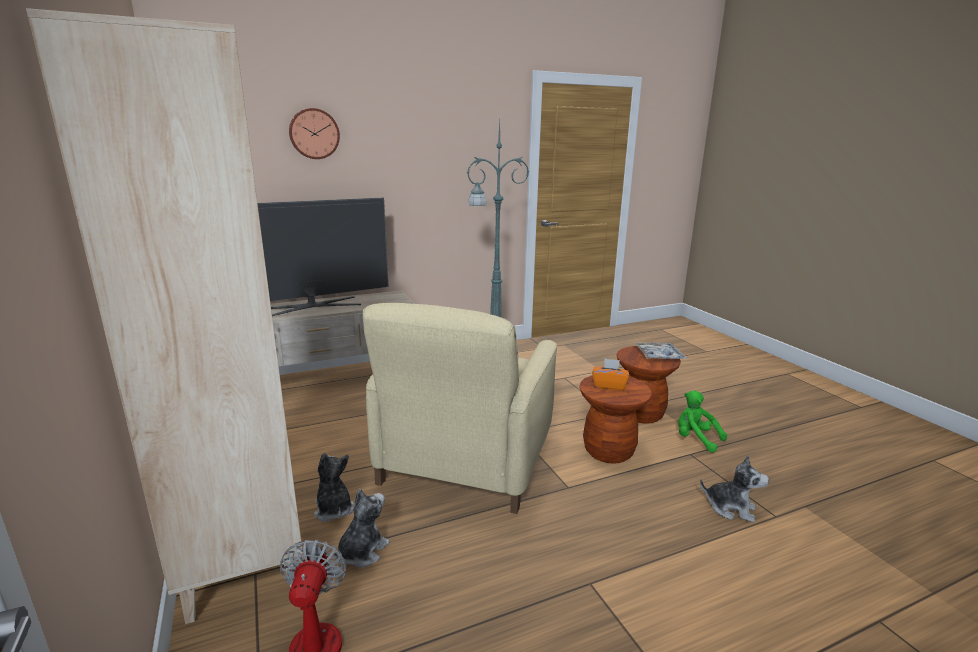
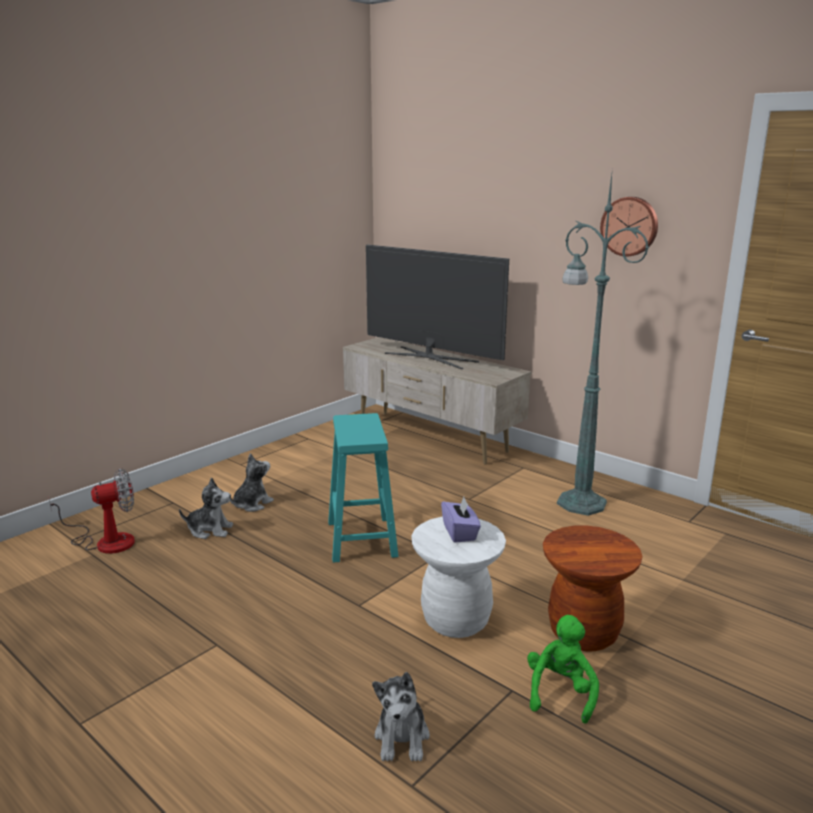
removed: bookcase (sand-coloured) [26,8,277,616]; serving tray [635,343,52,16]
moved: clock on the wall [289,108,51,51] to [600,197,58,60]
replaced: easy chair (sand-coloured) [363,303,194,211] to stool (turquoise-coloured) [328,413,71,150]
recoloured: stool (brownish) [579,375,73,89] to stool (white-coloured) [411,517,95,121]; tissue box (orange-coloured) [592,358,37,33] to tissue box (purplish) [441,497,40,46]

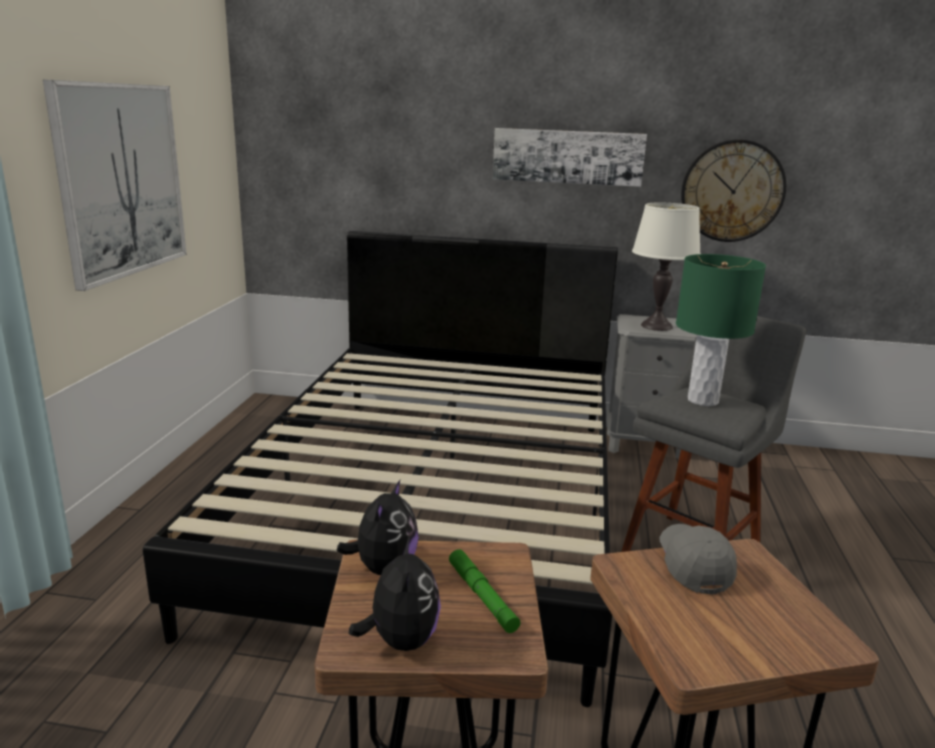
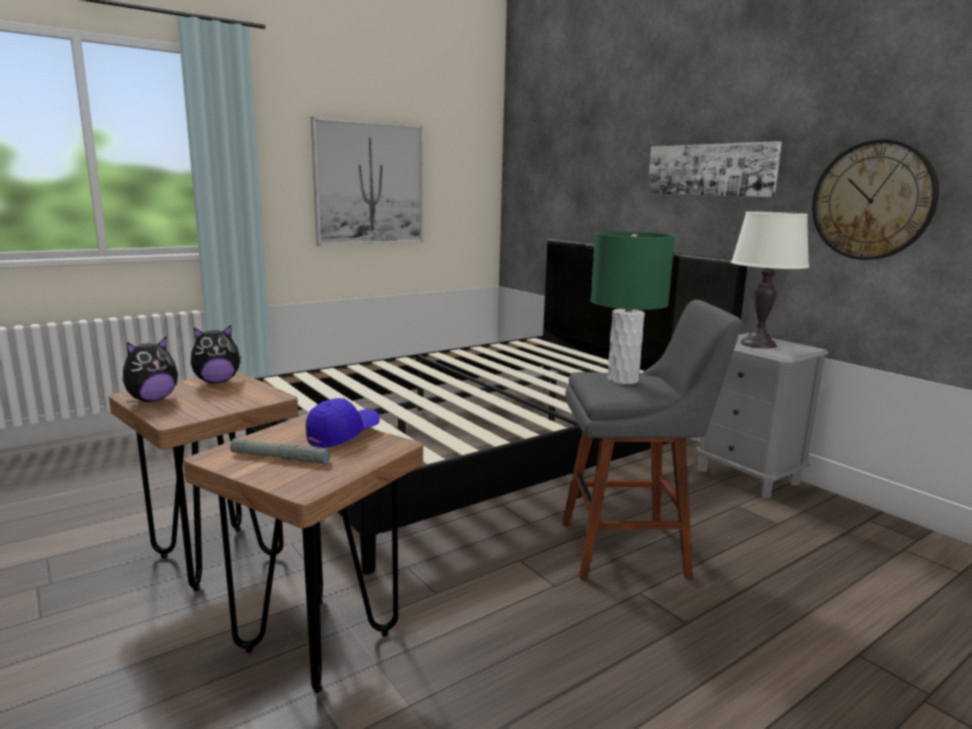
removed: hand torch (green-coloured) [449,549,71,84]
added: hand torch (gray) [230,438,100,26]
recoloured: peaked cap (gray) [659,524,78,70] to peaked cap (bluish) [306,398,74,50]

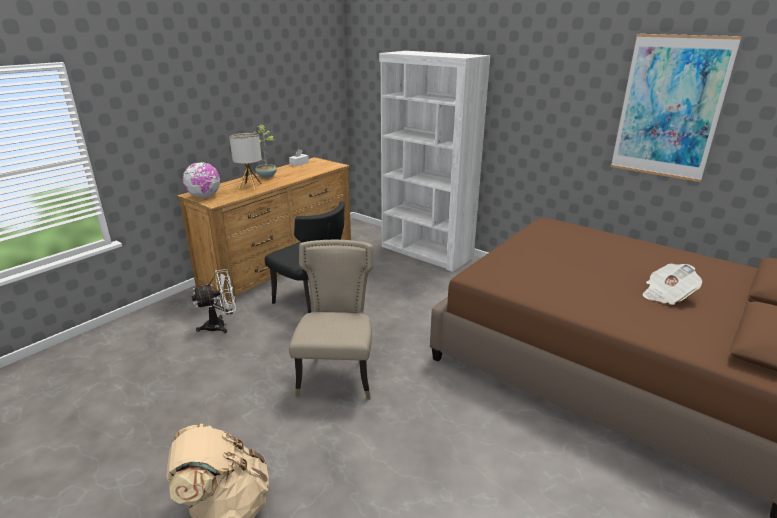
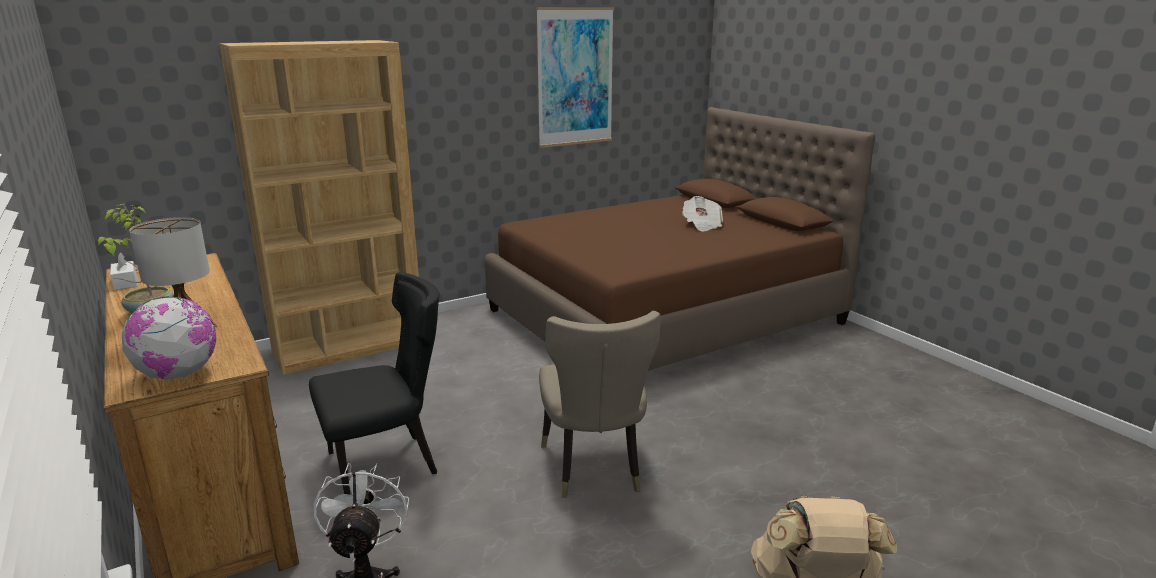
recoloured: bookcase (white-coloured) [379,51,111,221] to bookcase (brownish) [220,40,199,335]
turned: chair (sand-coloured) [289,240,85,160] = [539,311,122,187] 120 degrees counterclockwise

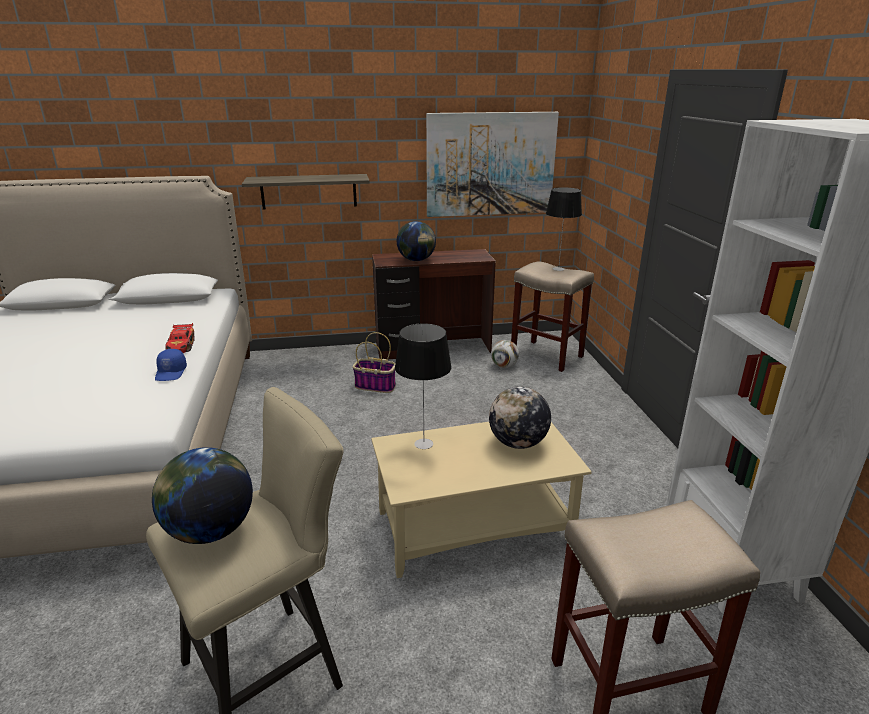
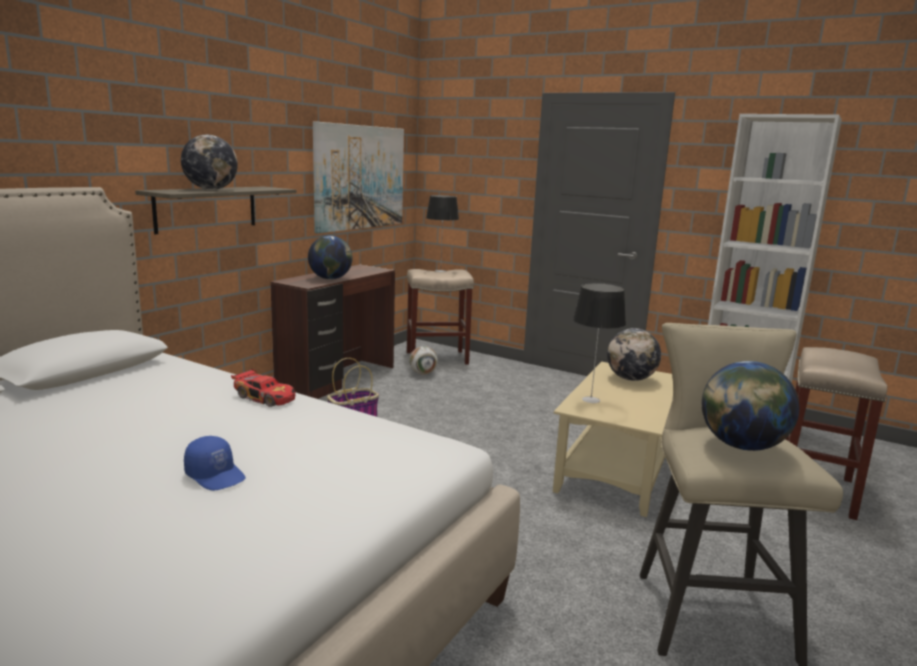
added: world globe [181,135,57,55]
moved: peaked cap (bluish) [155,349,32,32] to [184,436,62,55]

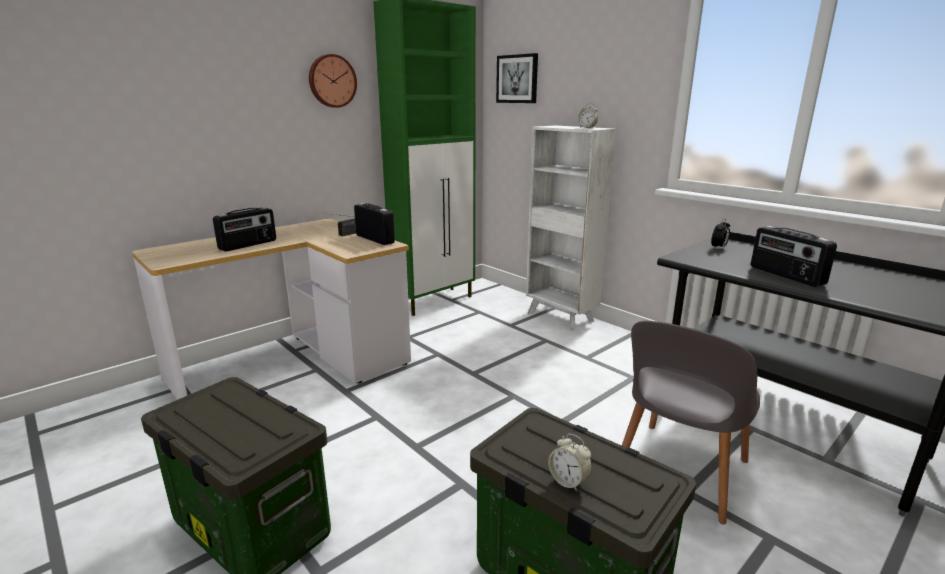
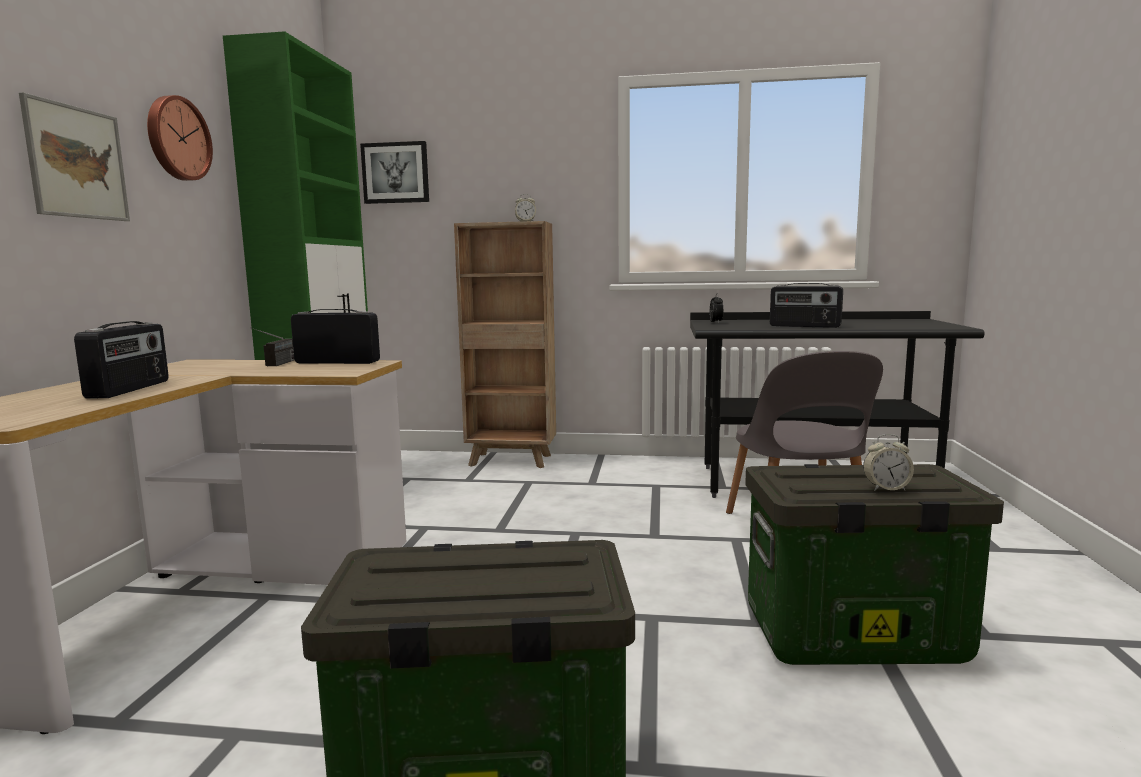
added: wall picture [19,92,111,129]
recoloured: bookcase (white-coloured) [526,125,90,206] to bookcase (brownish) [454,221,102,247]

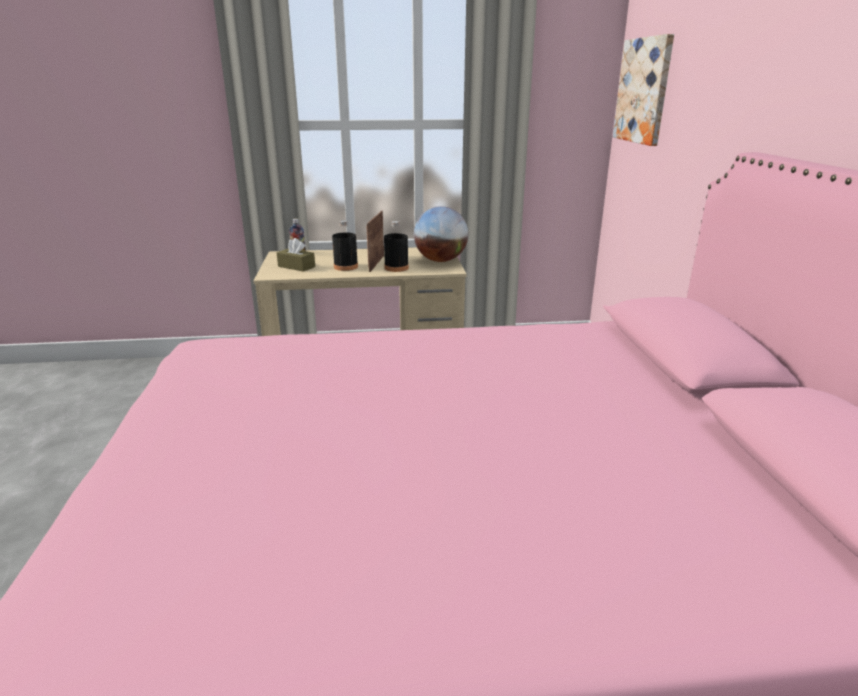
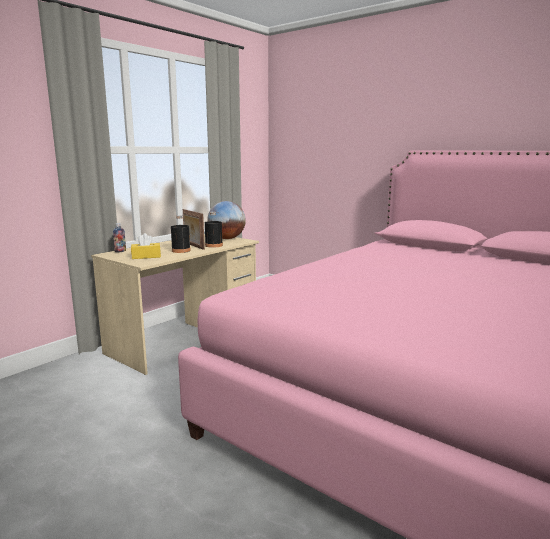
removed: wall picture [613,34,61,112]
recoloured: tissue box (brownish) [277,238,38,34] to tissue box (yellow) [131,233,30,26]

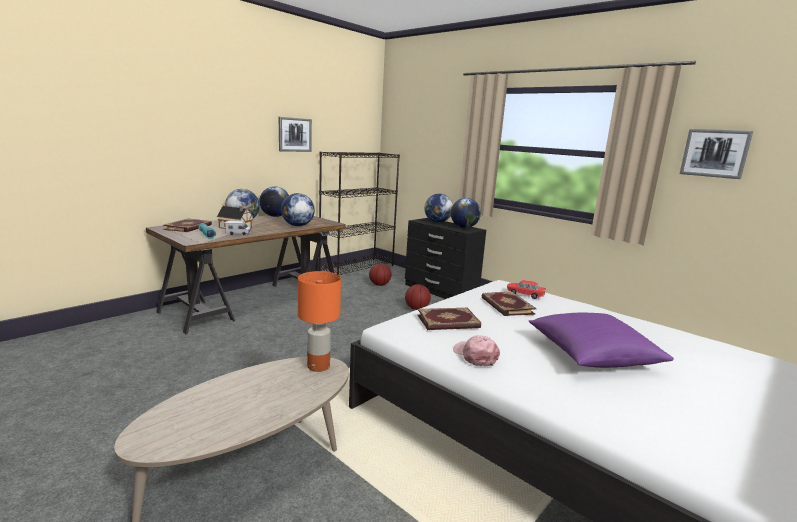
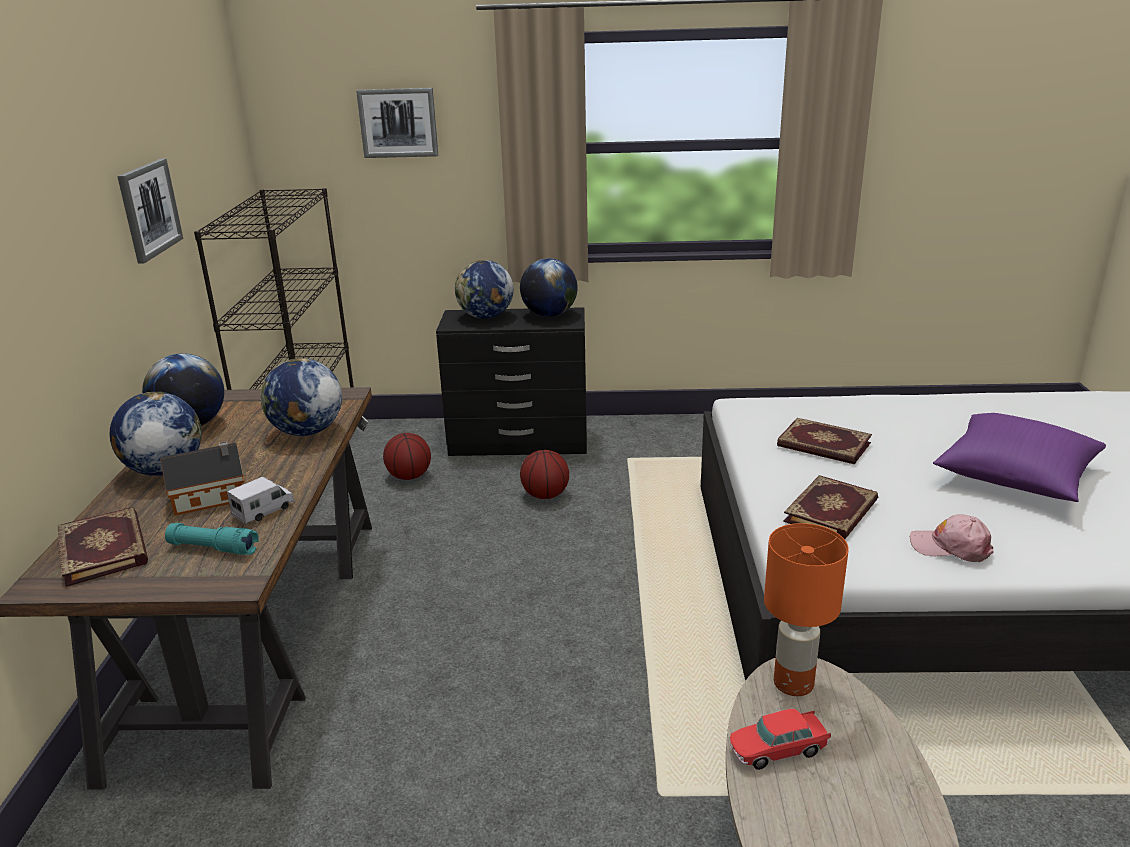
moved: wall picture [680,129,73,50] to [356,88,82,70]; model car [507,280,39,19] to [729,709,102,61]

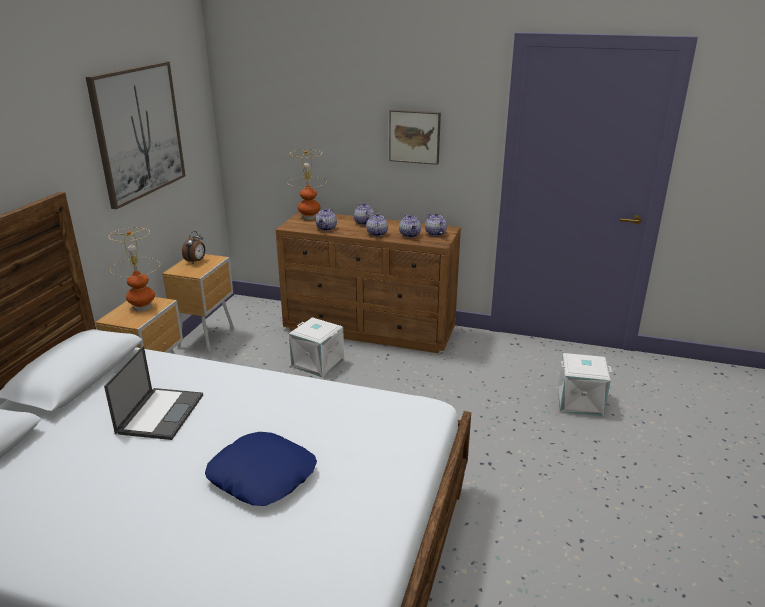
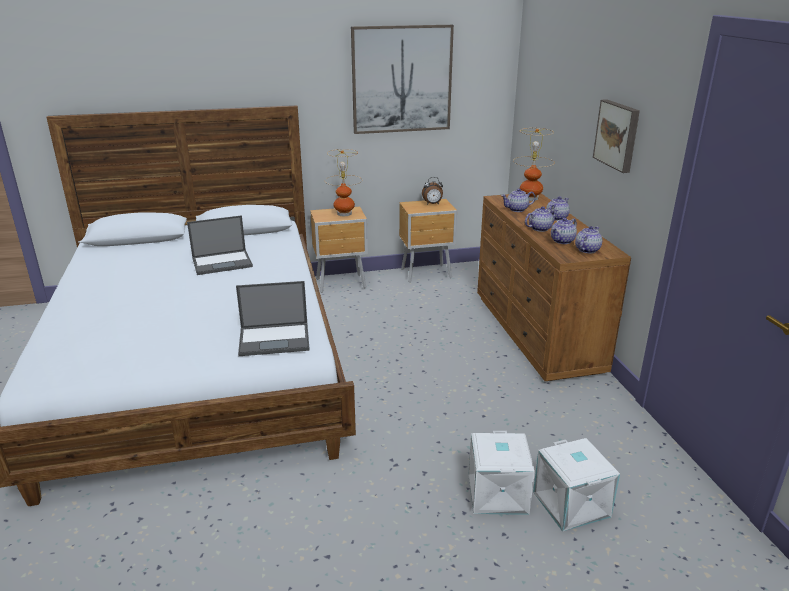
removed: cushion (bluish) [205,432,112,74]
added: notebook computer [236,281,74,75]
moved: storage container (white-coloured) [289,317,55,60] to [468,431,67,84]

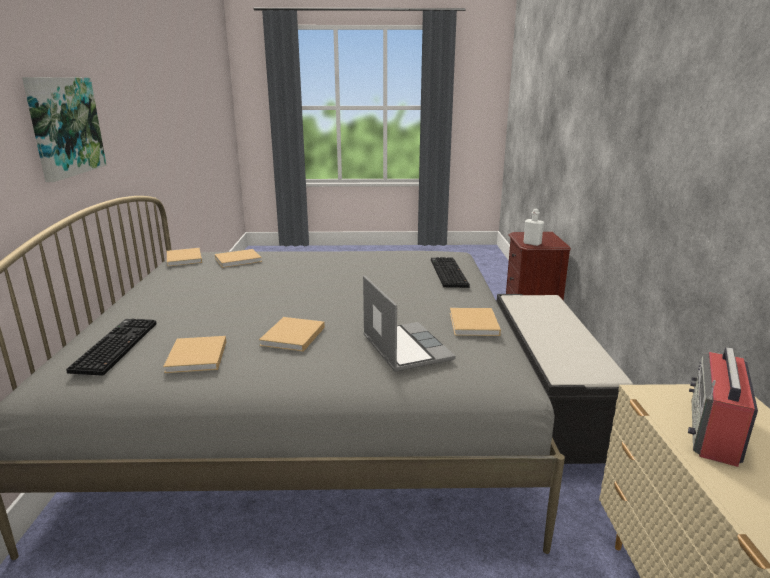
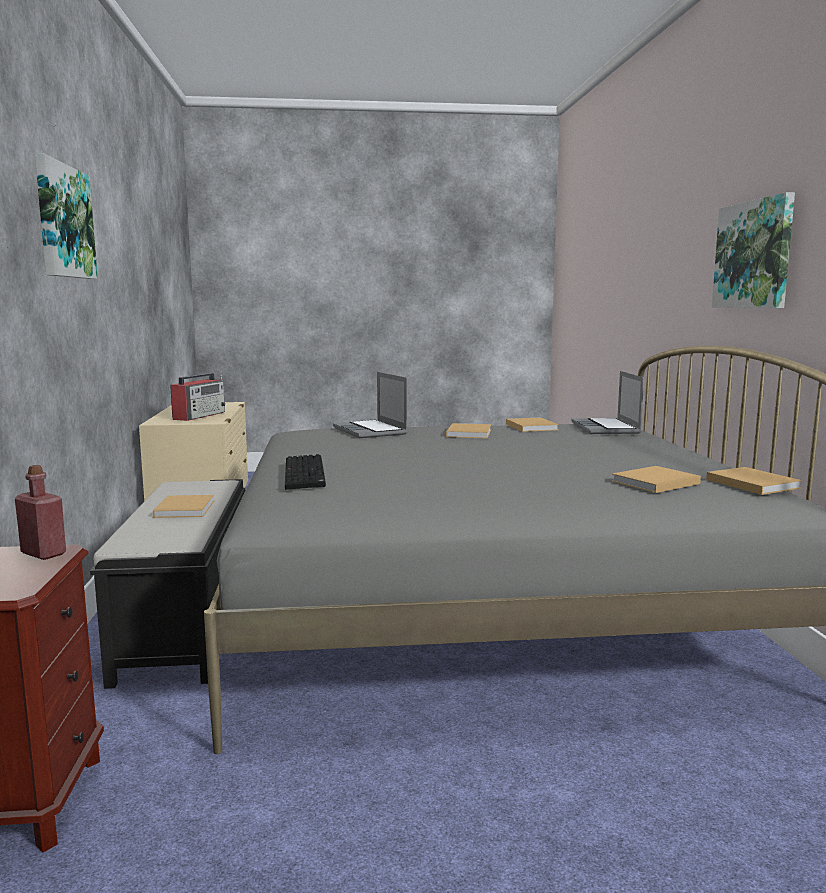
added: wall picture [35,153,63,126]
moved: volume (sand-coloured) [450,308,51,28] to [153,495,61,23]
replaced: computer keyboard [66,319,90,57] to notebook computer [571,371,73,63]
recoloured: beverage bottle (white-coloured) [524,209,20,37] to beverage bottle (red-coloured) [15,465,51,95]

